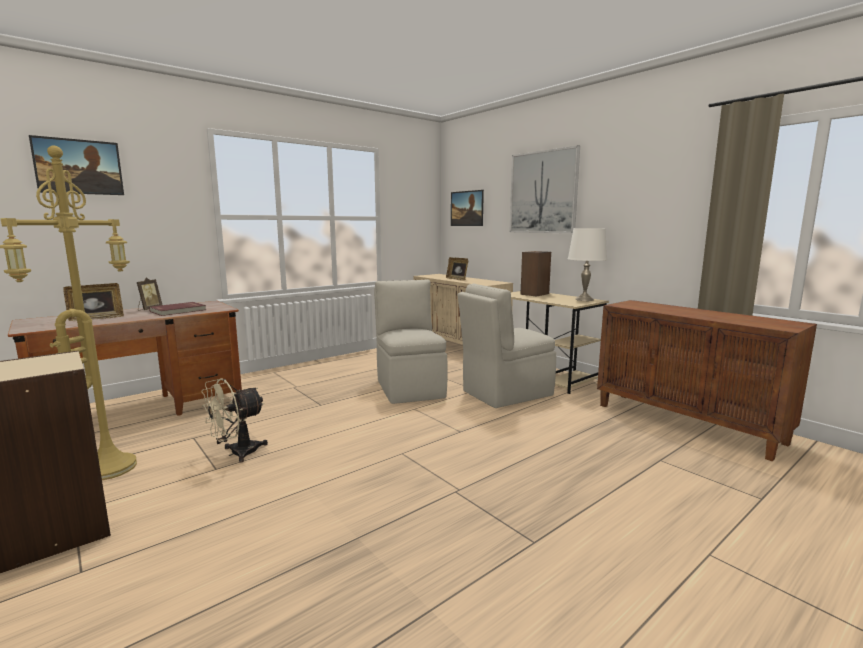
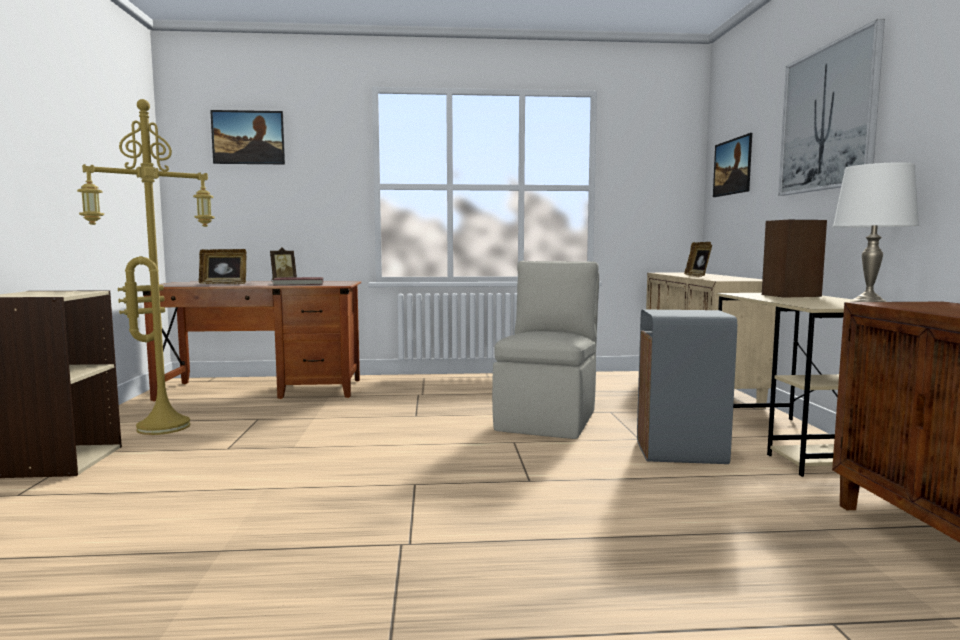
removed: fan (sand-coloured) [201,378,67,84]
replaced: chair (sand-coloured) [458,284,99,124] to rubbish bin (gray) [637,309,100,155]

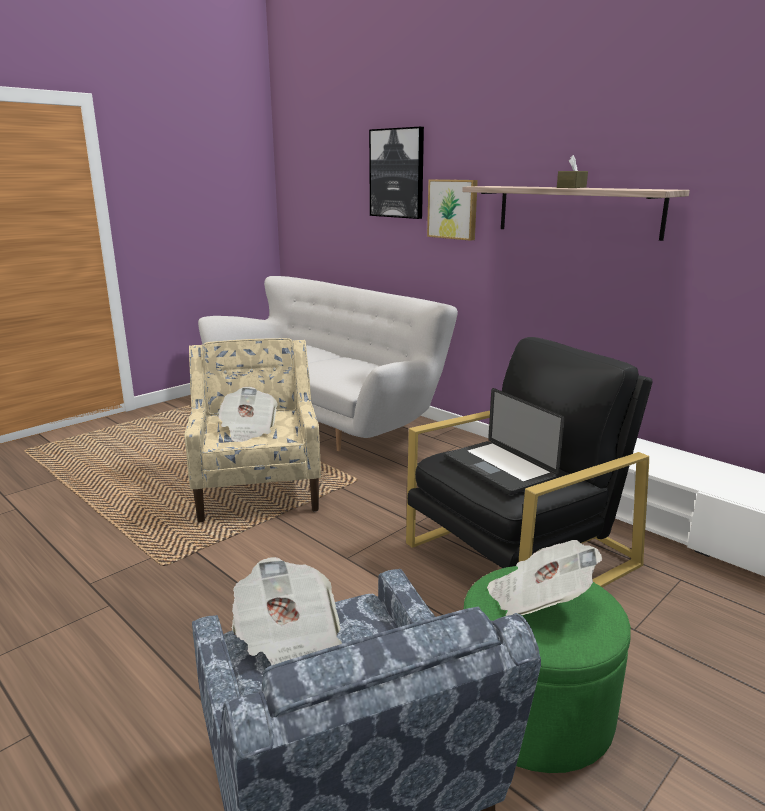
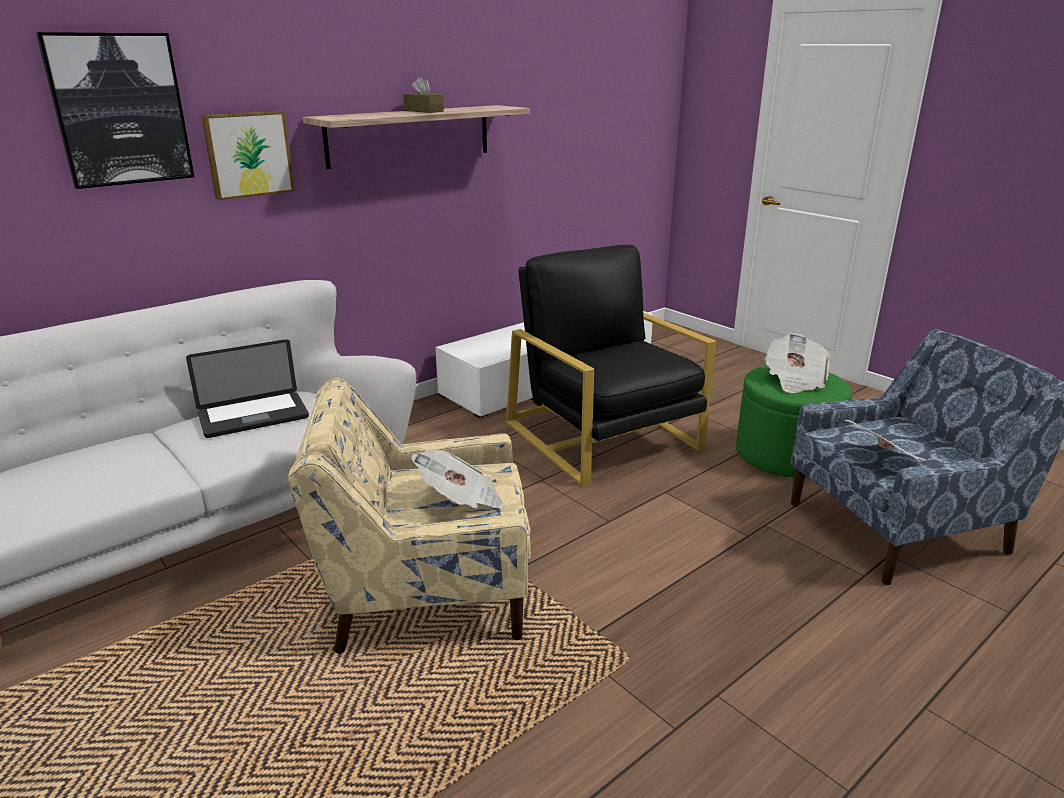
moved: notebook computer [445,388,120,107] to [186,339,123,99]

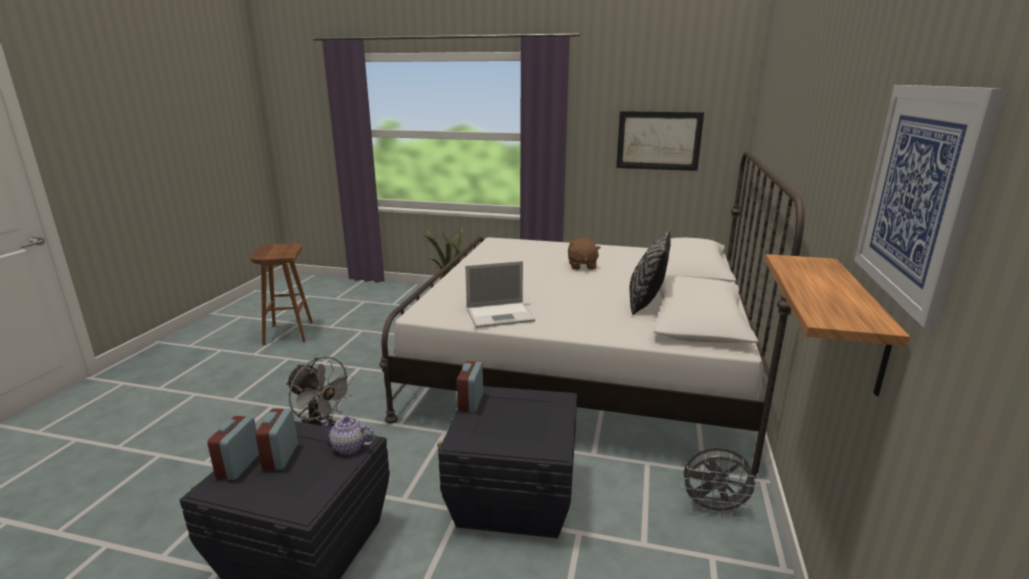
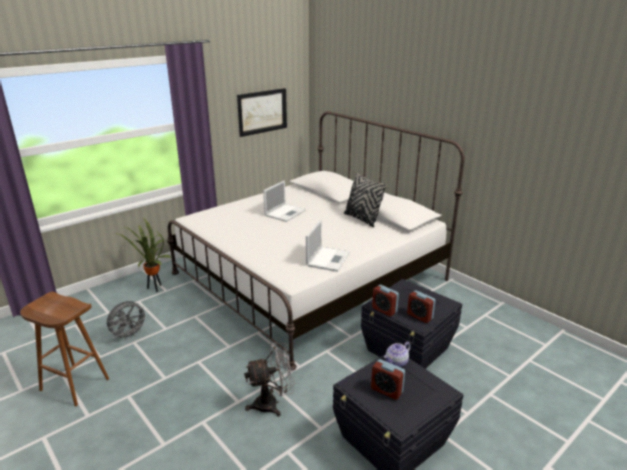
removed: shelf [765,254,145,142]; wall picture [854,85,154,244]
moved: fan (gray) [680,448,81,69] to [107,301,41,40]; table clock [207,416,52,64] to [407,290,29,33]
replaced: cuddly toy (brownish) [568,238,33,32] to notebook computer [263,180,43,42]

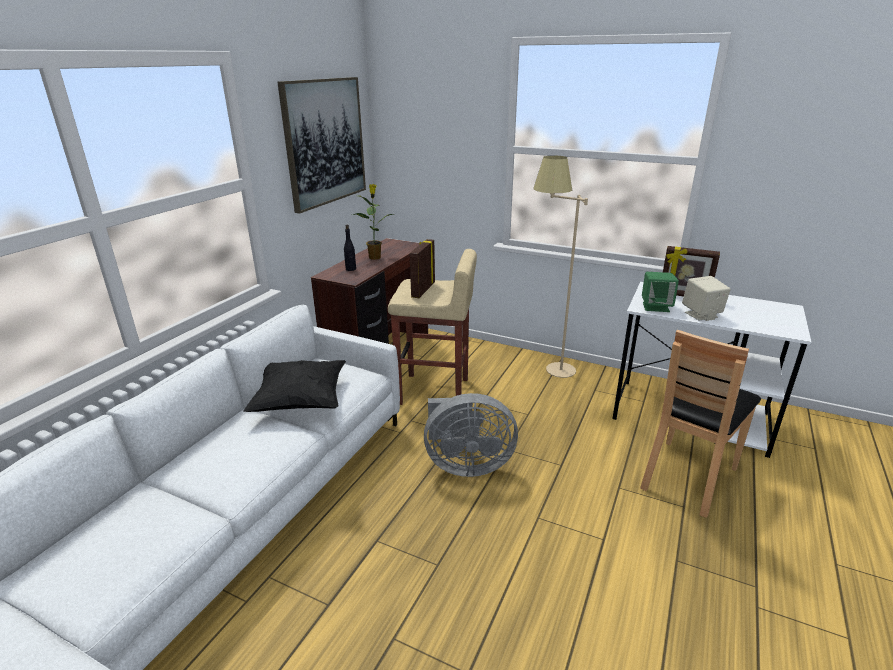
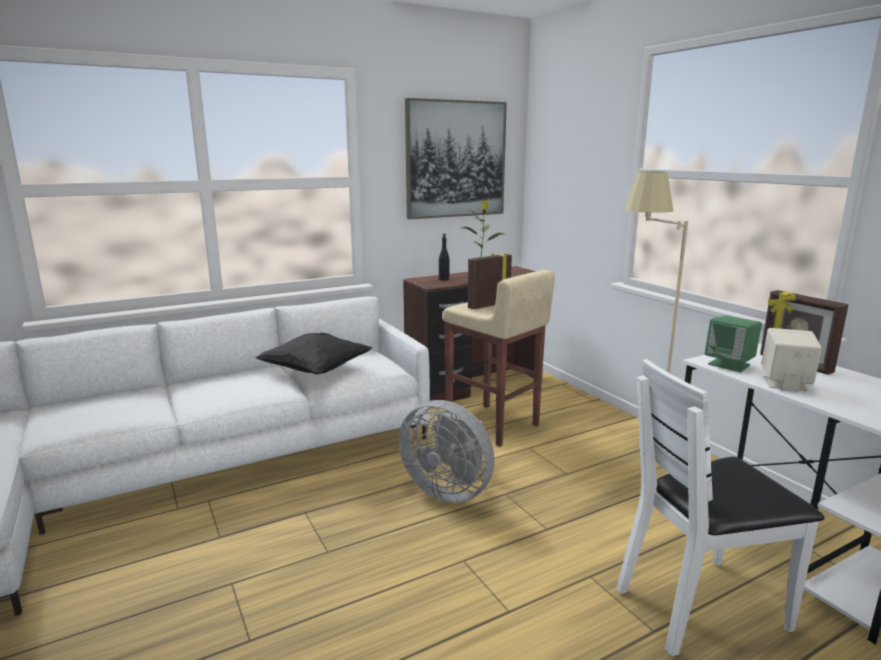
recoloured: chair (brownish) [640,330,121,188] to chair (white-coloured) [616,359,208,297]

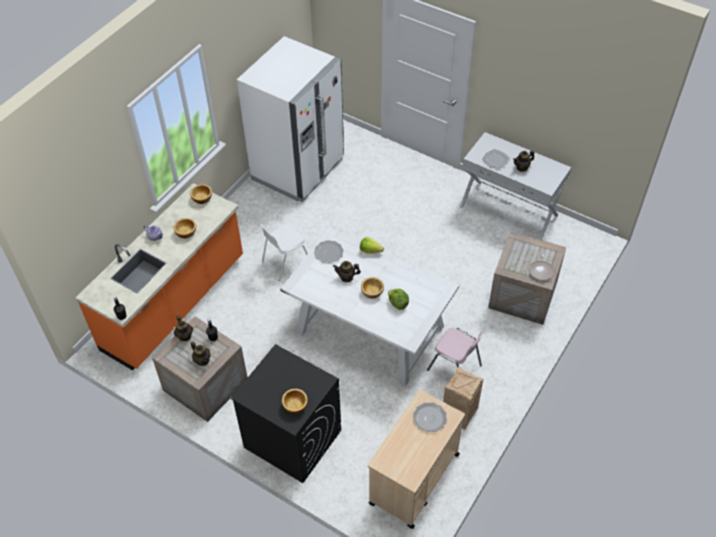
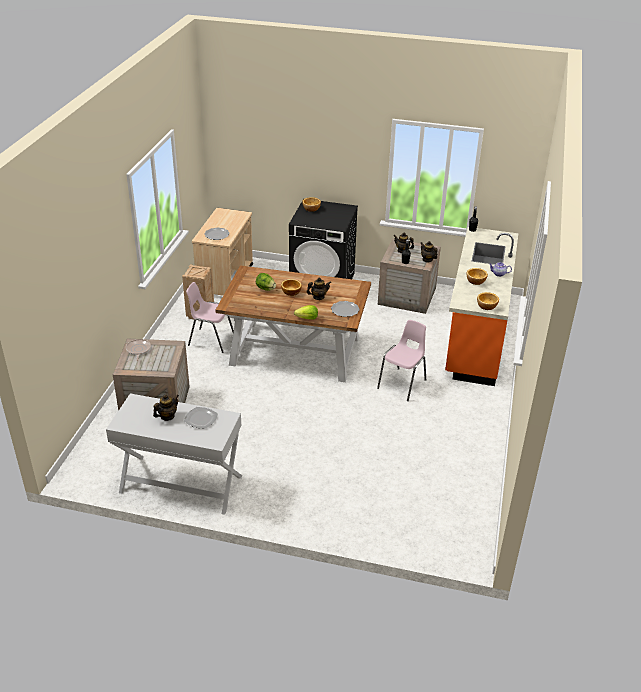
removed: fridge (white-coloured) [237,36,107,167]
recoloured: dinner table (white-coloured) [280,228,179,158] to dinner table (brownish) [216,265,155,117]; chair (white-coloured) [260,223,48,58] to chair (pink) [377,320,49,81]

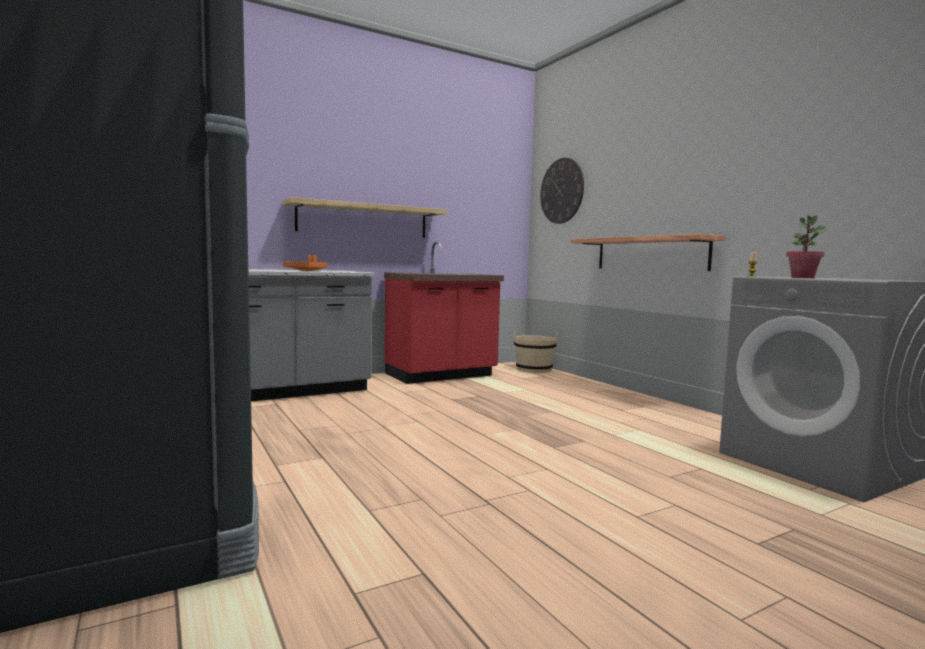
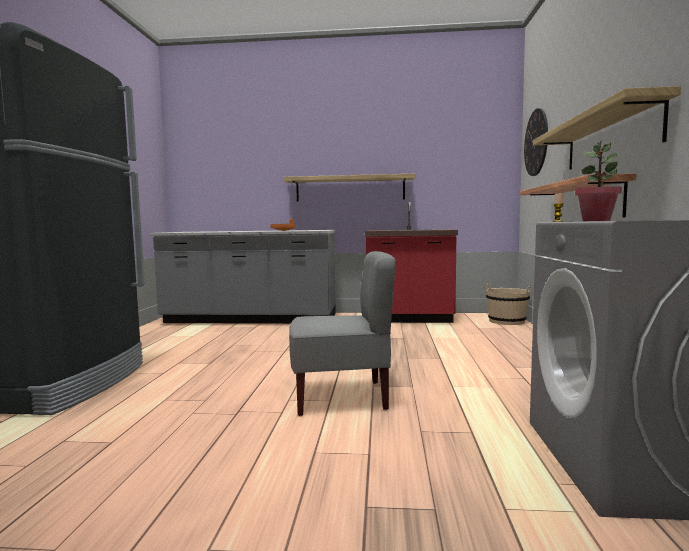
added: chair (gray) [289,251,107,165]; shelf [533,86,148,84]

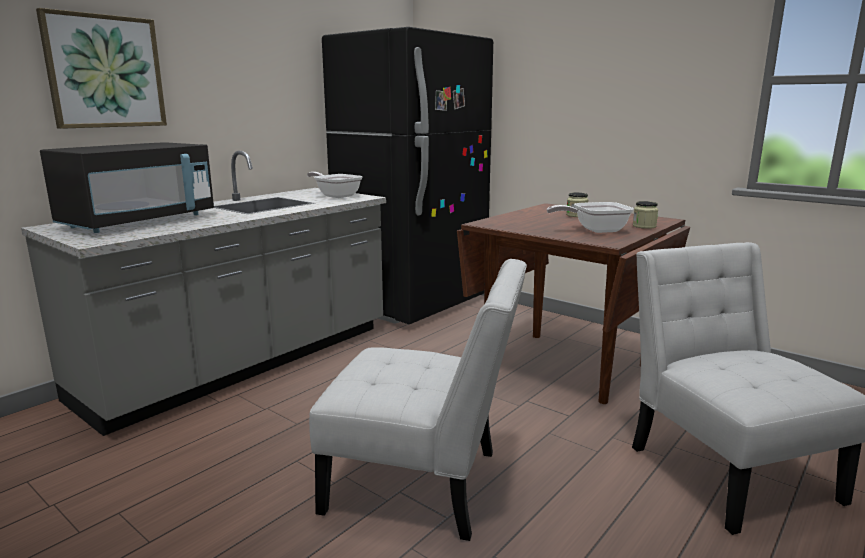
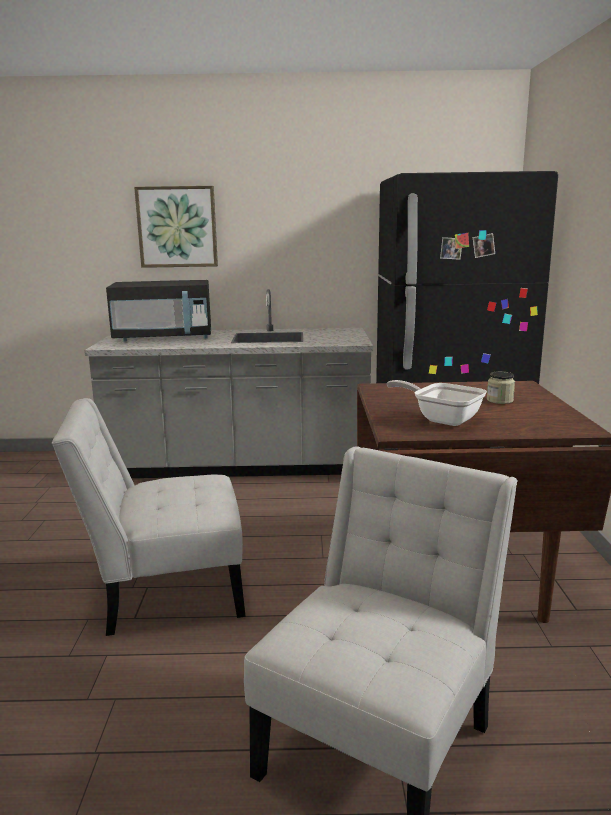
removed: frying pan [307,172,56,26]; jar [633,201,25,28]
turned: chair (white-coloured) [309,259,218,282] = [52,398,194,238] 105 degrees clockwise

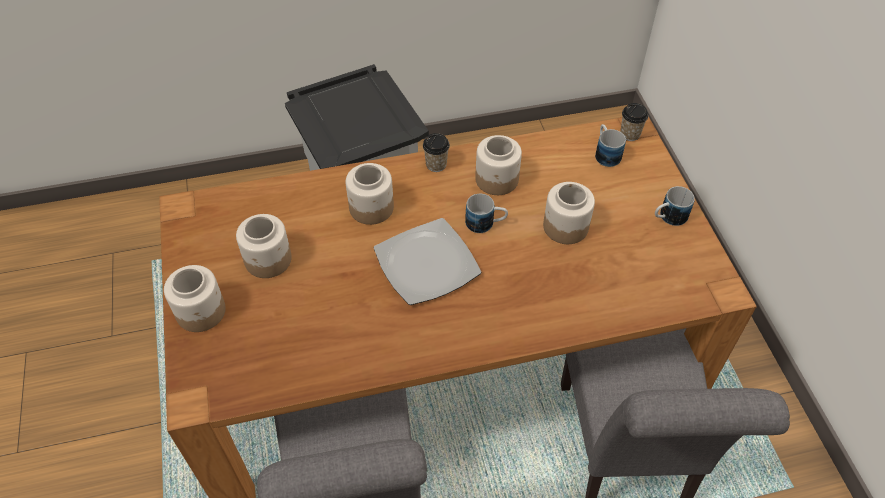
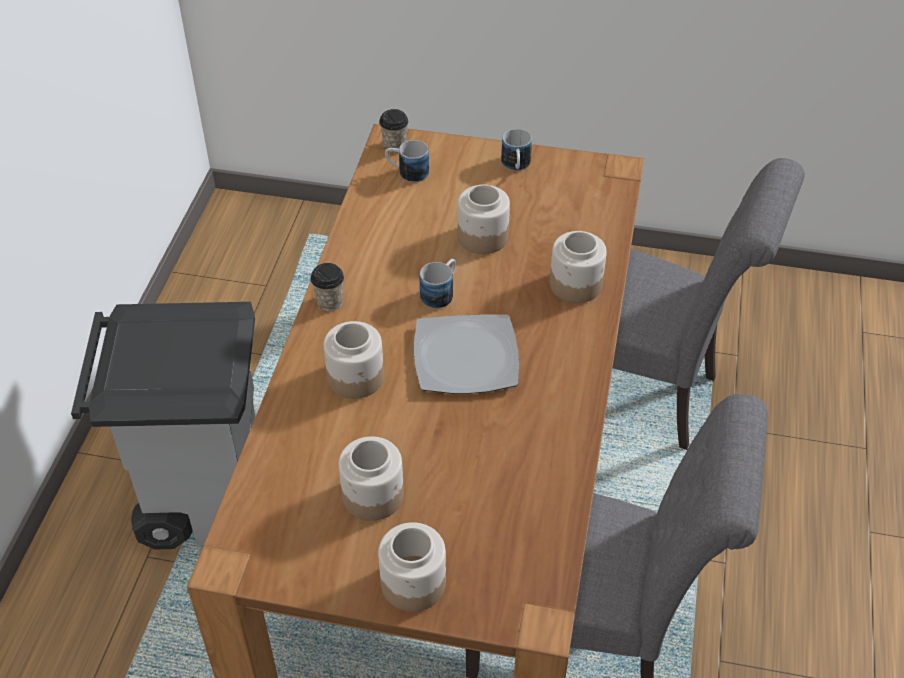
moved: jar [475,135,47,60] to [550,231,57,72]

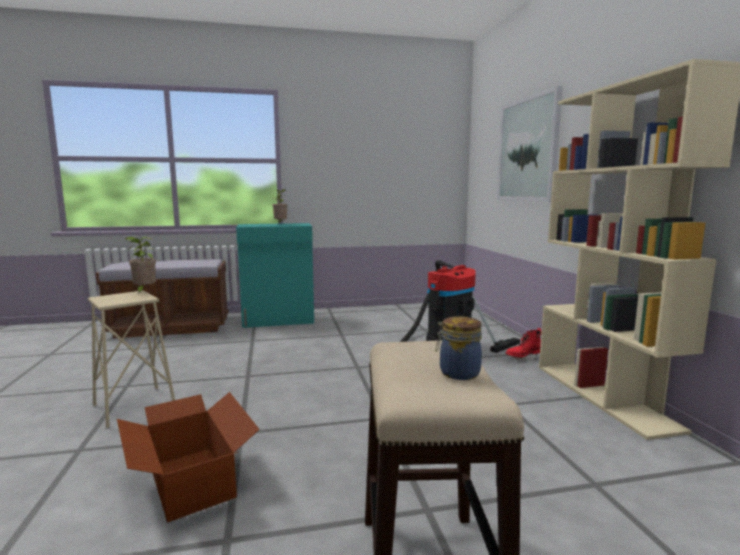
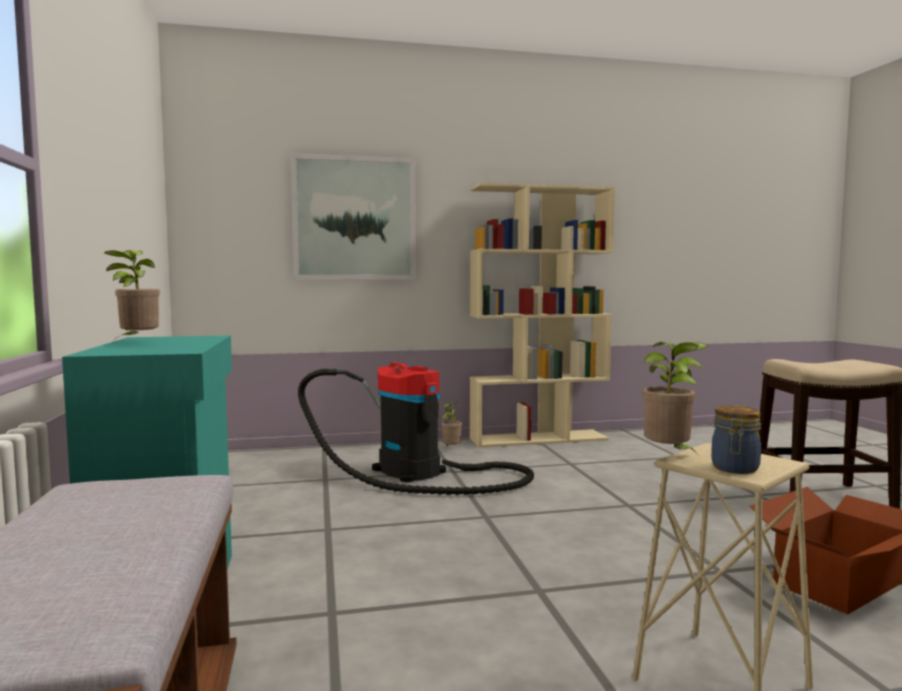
moved: jar [436,316,46,64] to [711,406,50,68]
replaced: boot (red-coloured) [505,328,37,33] to houseplant [441,401,21,45]

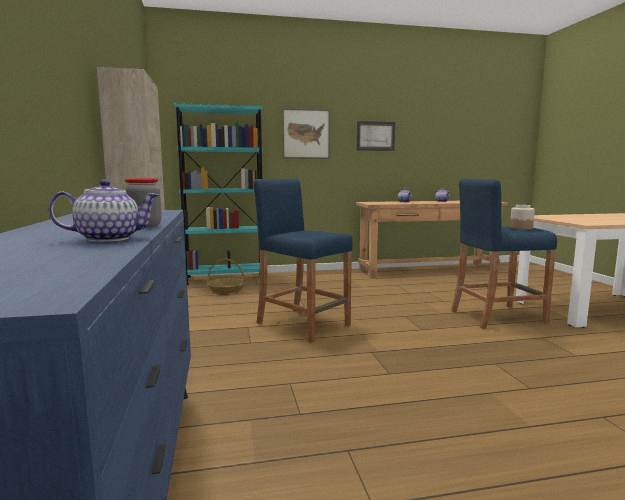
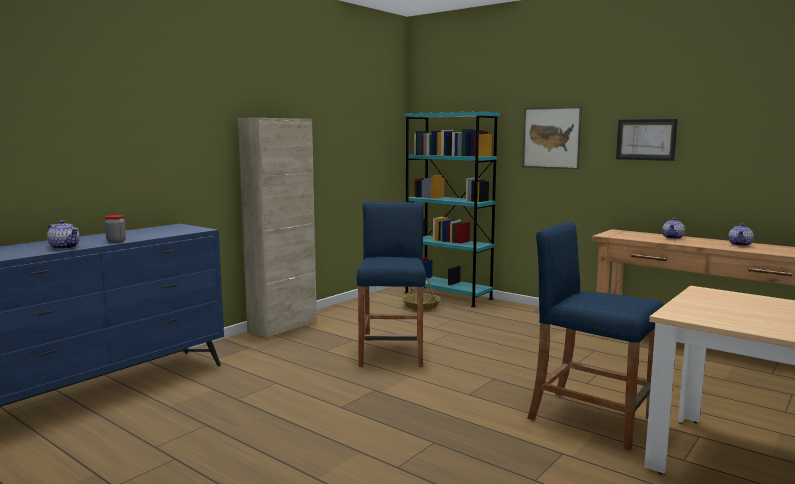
removed: jar [510,205,25,24]

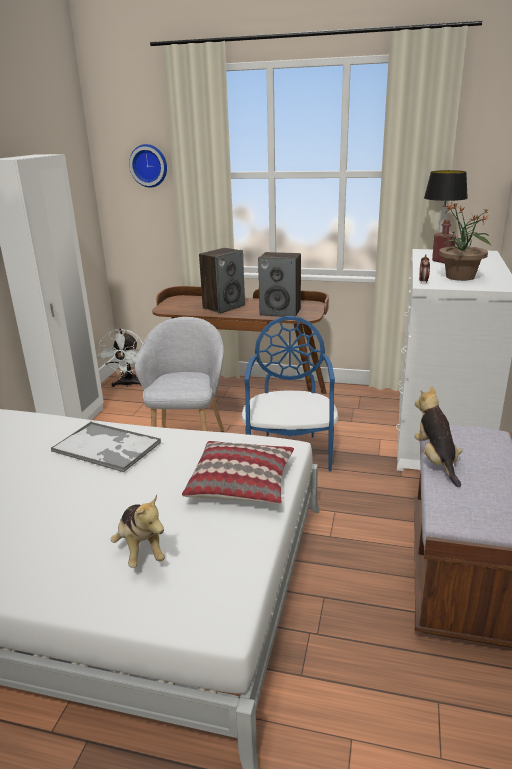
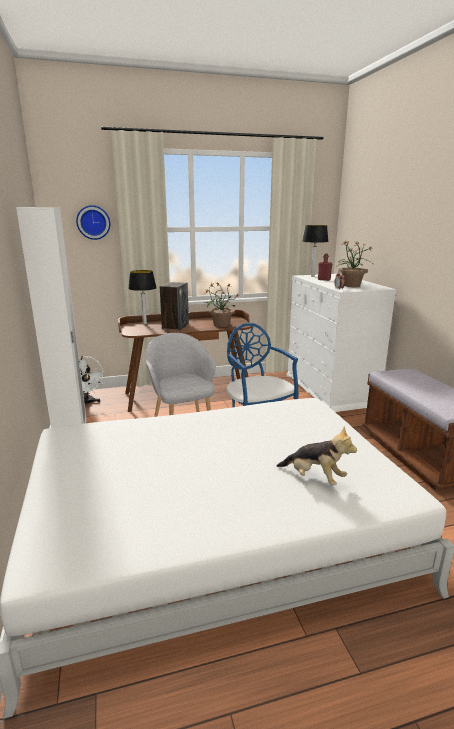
removed: serving tray [51,421,110,52]; cushion [182,441,112,63]; cuddly toy [414,386,49,101]
added: table lamp [128,270,29,54]
replaced: loudspeaker [258,252,43,65] to houseplant [204,282,34,45]

